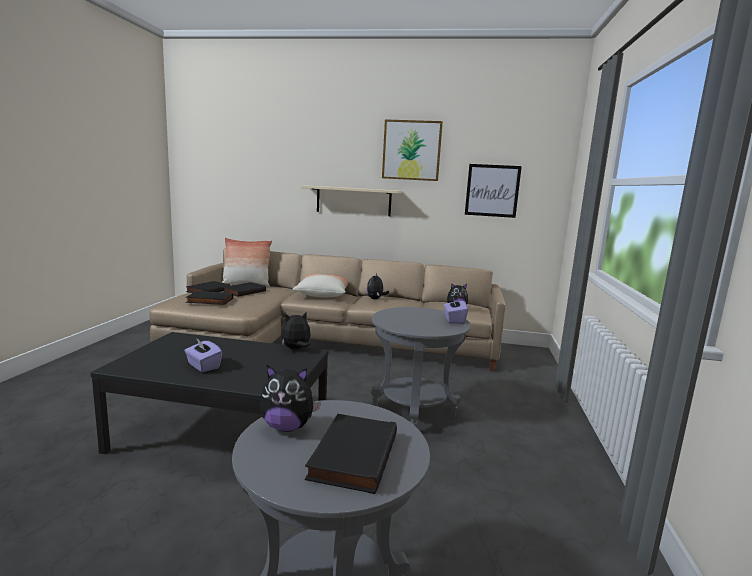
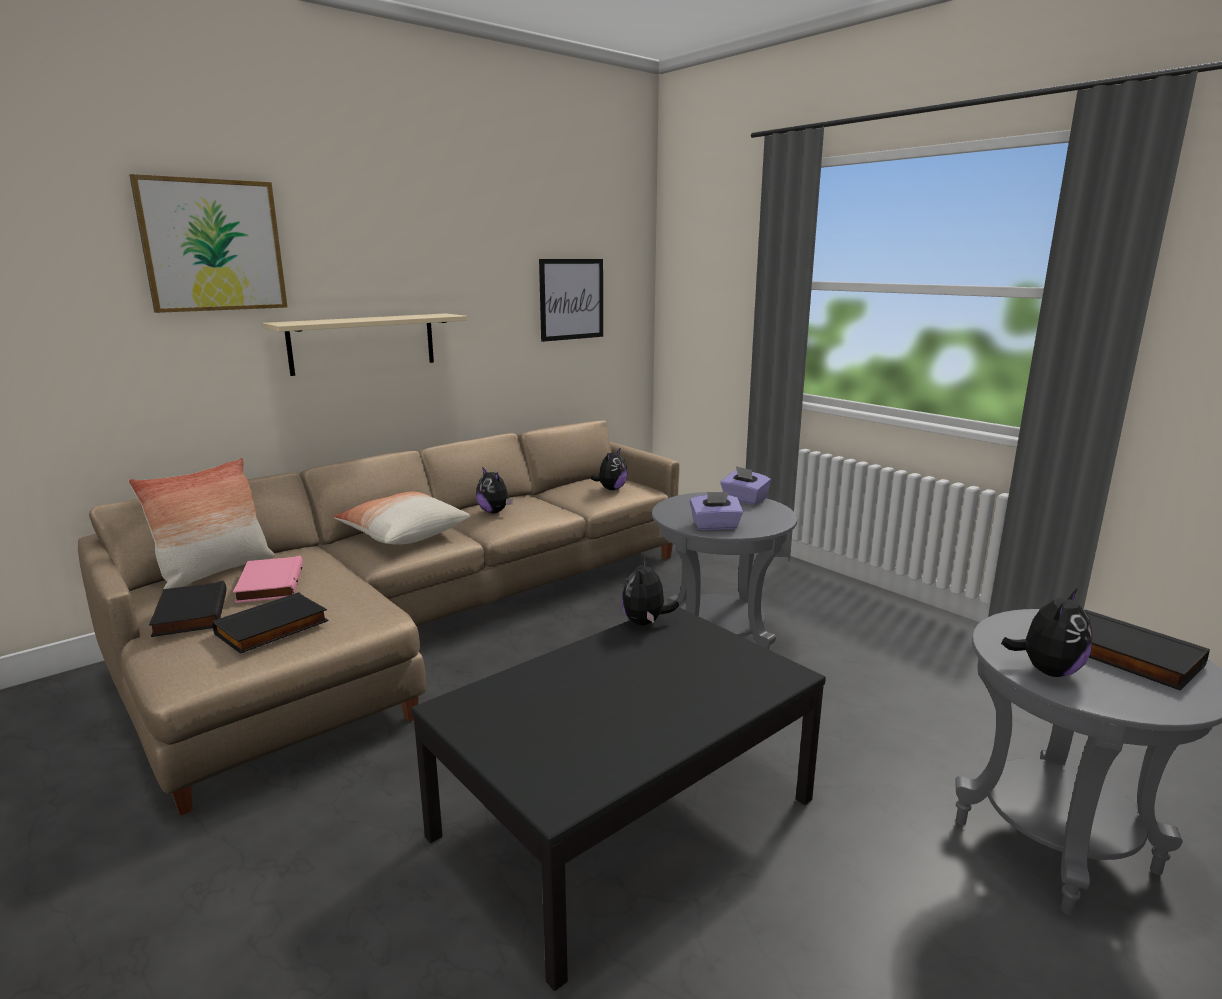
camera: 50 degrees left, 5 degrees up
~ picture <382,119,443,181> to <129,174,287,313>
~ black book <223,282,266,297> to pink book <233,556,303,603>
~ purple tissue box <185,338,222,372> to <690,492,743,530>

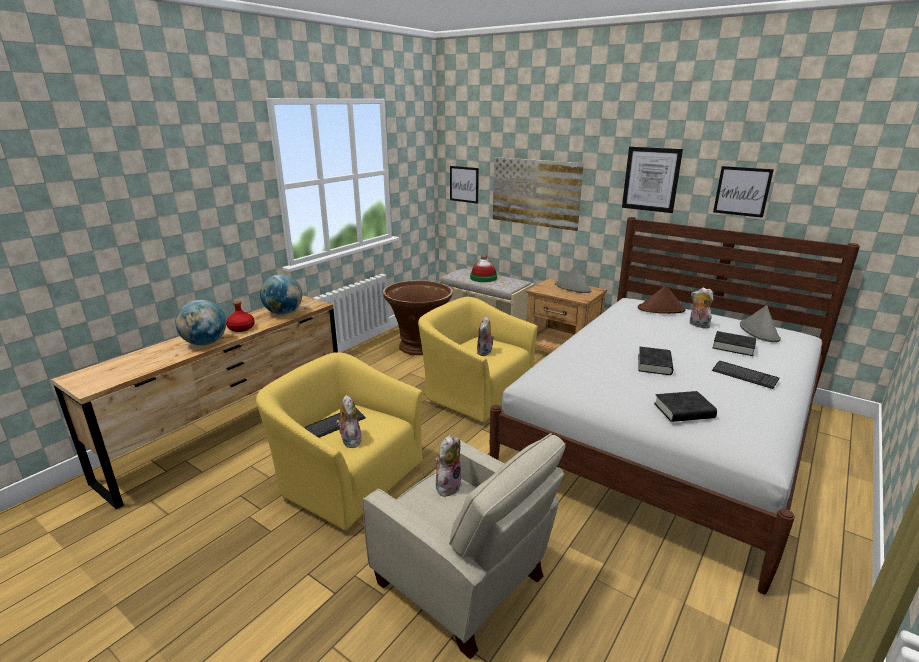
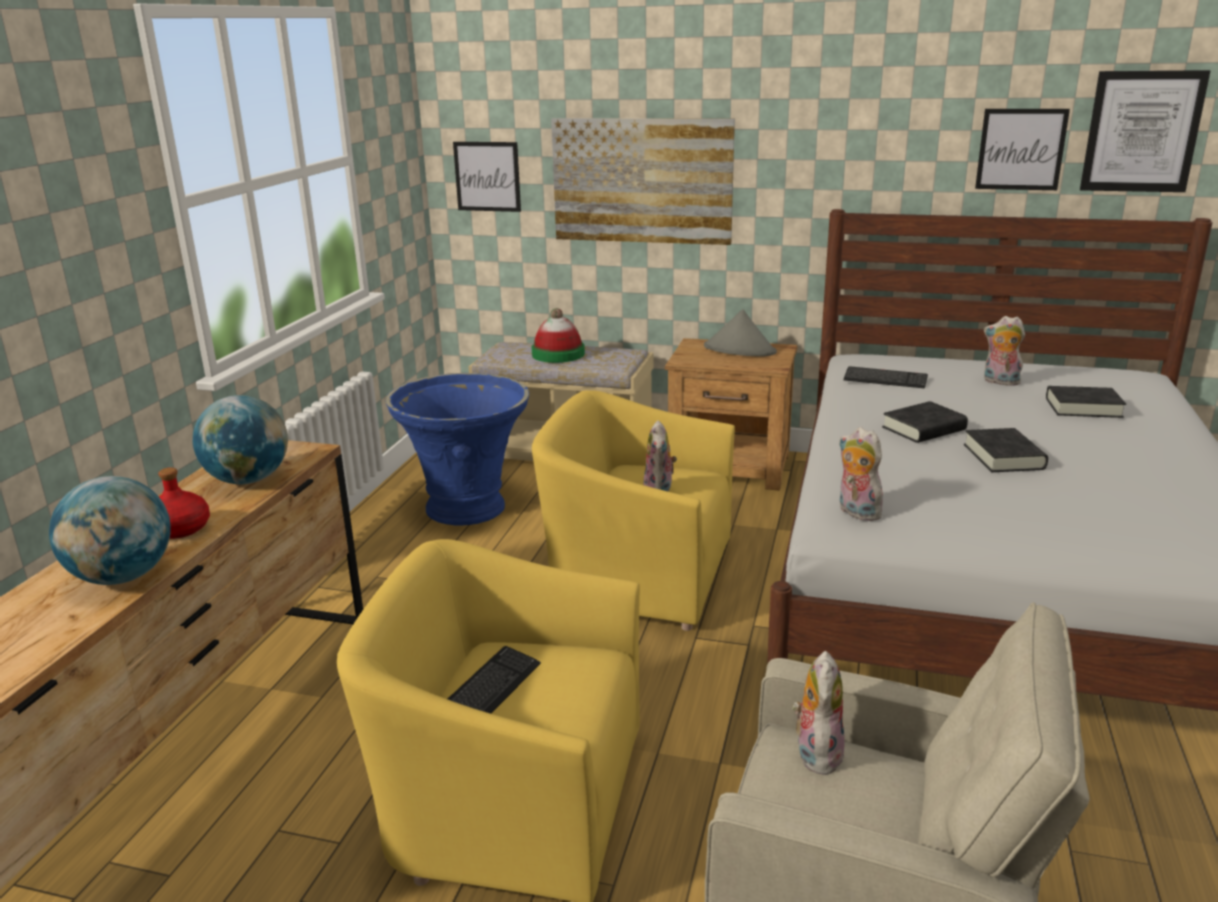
camera: 20 degrees left, 0 degrees up
~ brown planter <383,280,453,355> to blue planter <386,373,529,525>
~ plush toy <336,395,362,448> to <838,427,883,521>
~ keyboard <712,361,779,389> to <844,366,928,389>
~ black book <654,391,717,422> to <882,401,968,443>
~ picture <622,147,683,213> to <1080,70,1211,192>
- brown hat <638,285,686,314>
- grey hat <740,305,781,342>

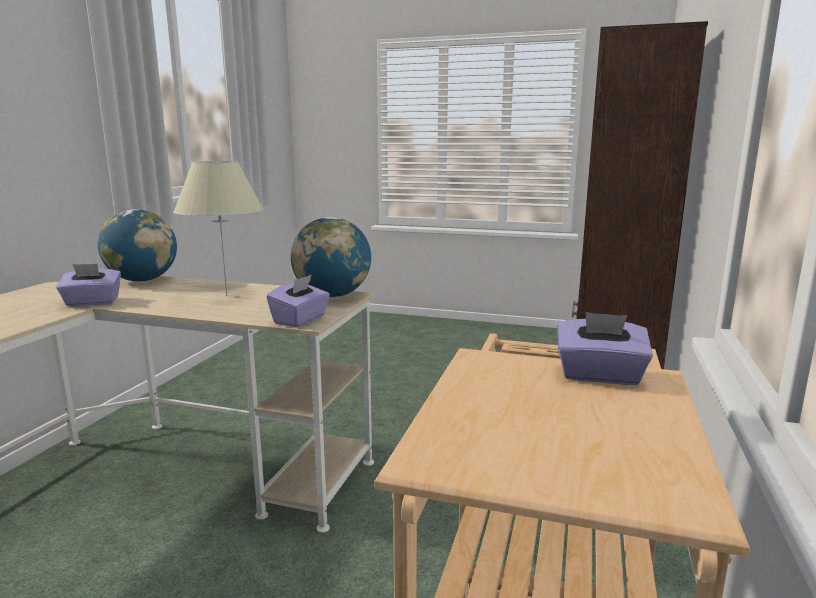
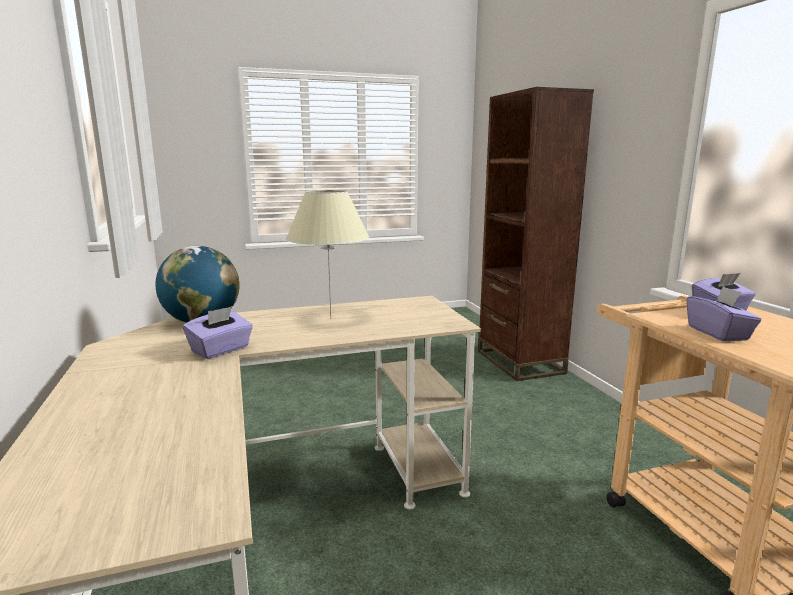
camera: 35 degrees left, 0 degrees up
~ purple tissue box <267,275,330,327> to <687,286,762,342>
- globe <291,217,371,297>

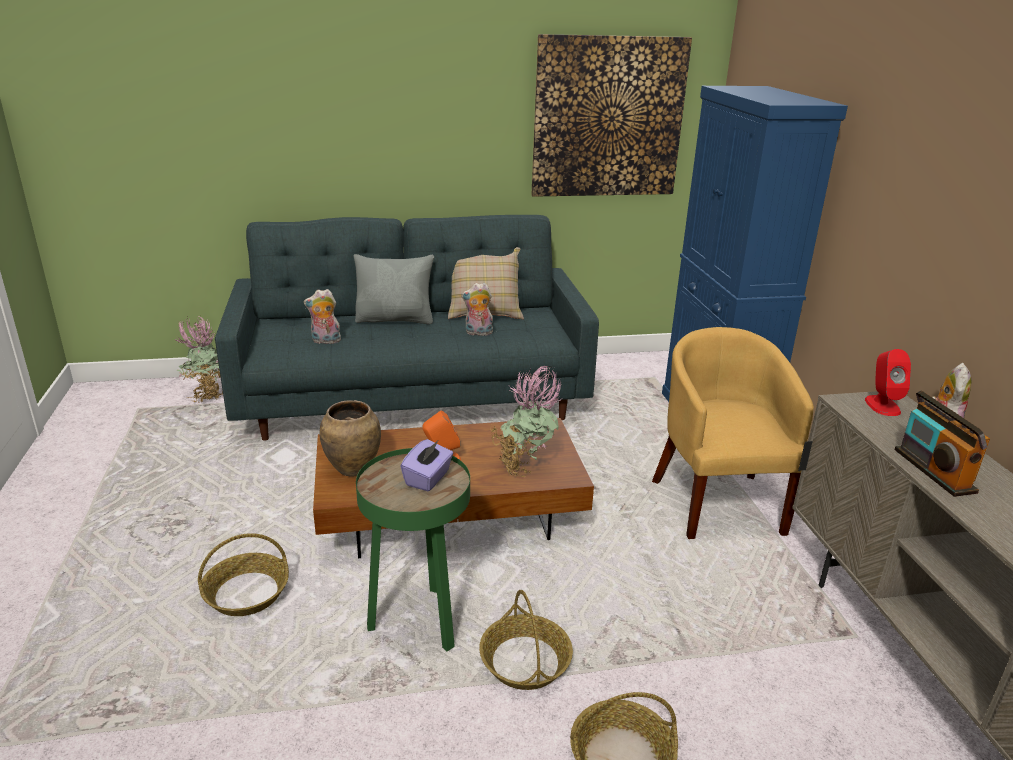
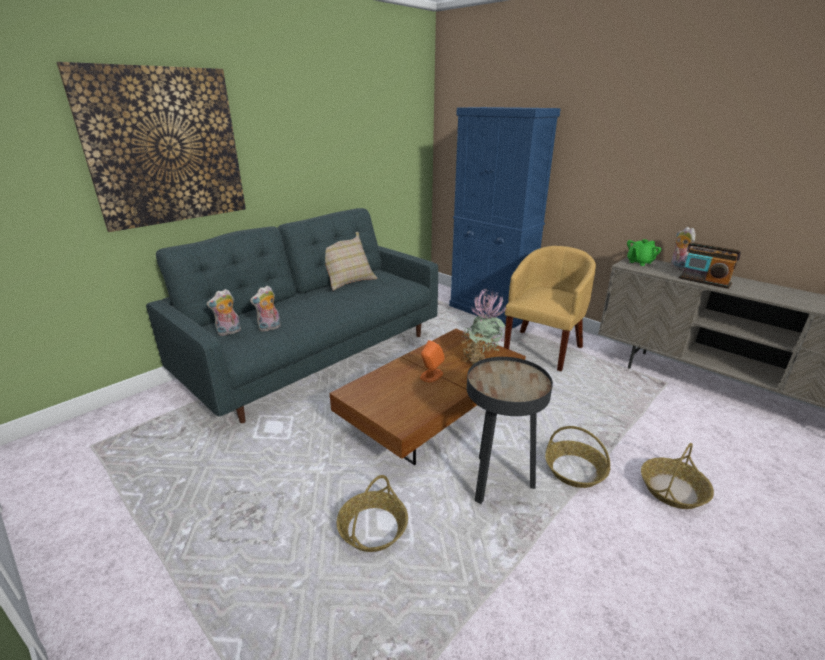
camera: 35 degrees left, 0 degrees up
~ picture <531,34,692,197> to <56,62,246,232>
~ plush toy <461,283,493,336> to <206,289,241,336>
~ green side table <356,448,470,651> to black side table <467,357,553,504>
~ yellow armchair <652,327,814,539> = <504,246,596,371> 75 degrees clockwise
~ red speaker <865,349,911,416> to green teapot <627,239,662,266>
- potted plant <175,317,223,403>
- brown vase <319,400,381,477>
- grey pillow <354,254,434,325>
- purple tissue box <400,439,453,491>

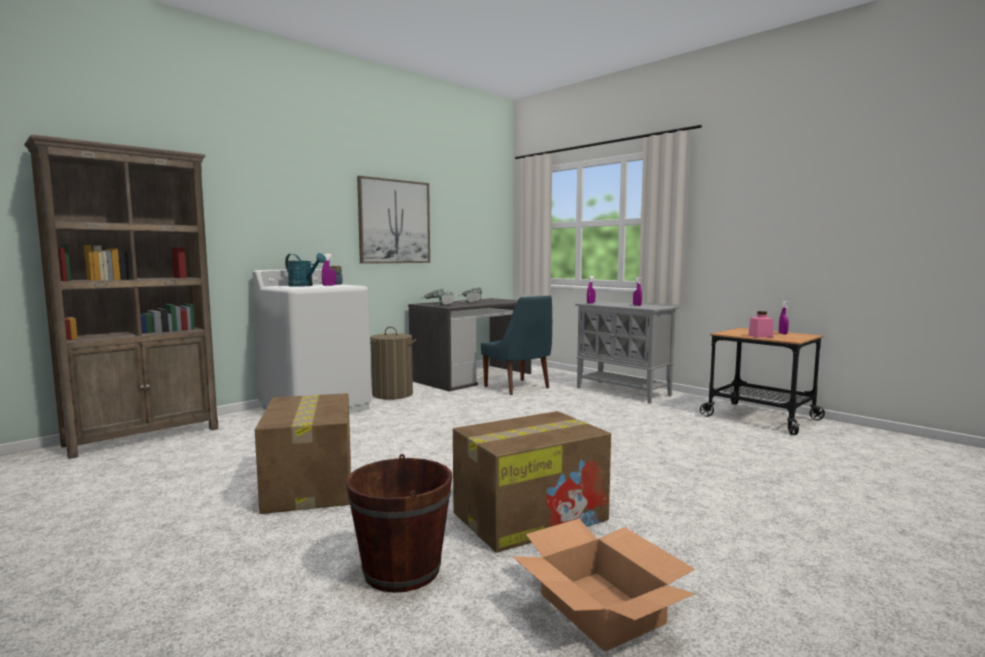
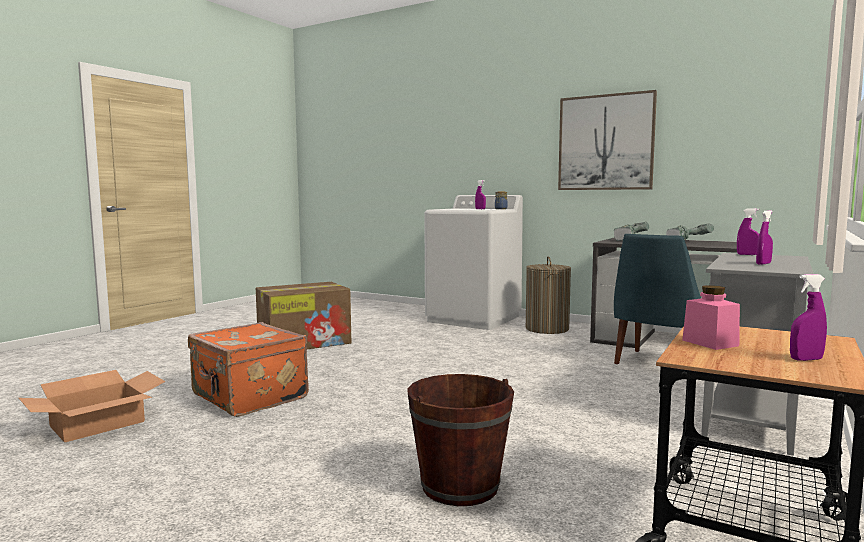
camera: 75 degrees right, 0 degrees up
~ cardboard box <453,411,611,553> to orange suitcase <188,322,309,417>
~ brown bucket <346,454,452,593> to <408,374,514,506>
- brown bookcase <24,134,218,459>
- turquoise watering can <285,253,326,286>

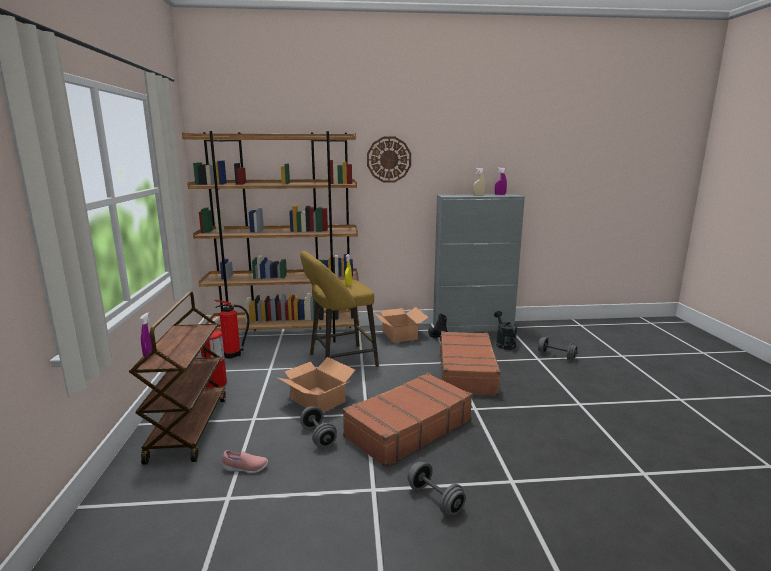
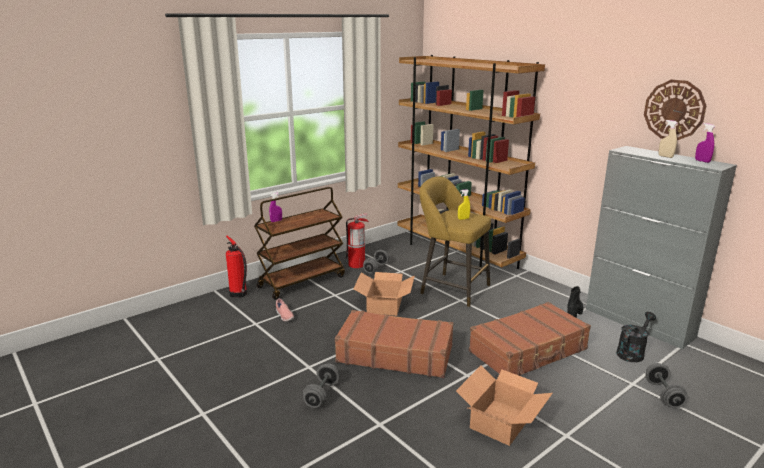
camera: 55 degrees right, 5 degrees up
~ fire extinguisher <215,300,250,359> to <226,236,247,298>
~ grey dumbbell <300,406,337,448> to <363,250,389,274>
~ cardboard box <373,307,429,343> to <456,365,553,446>
~ wall clock <367,137,411,182> to <644,80,706,140>

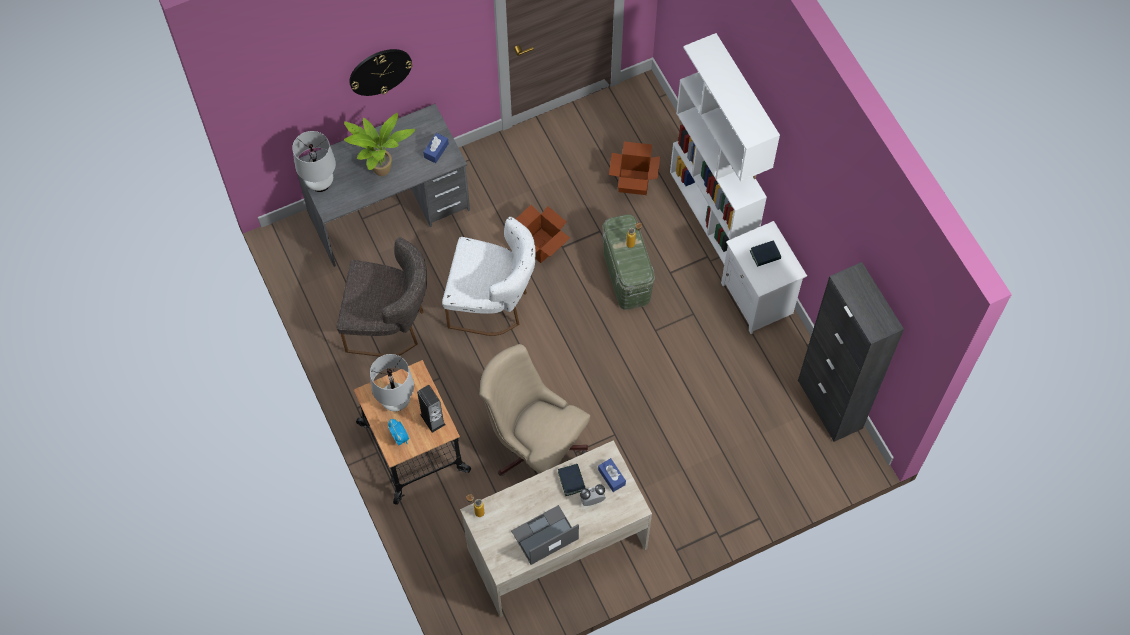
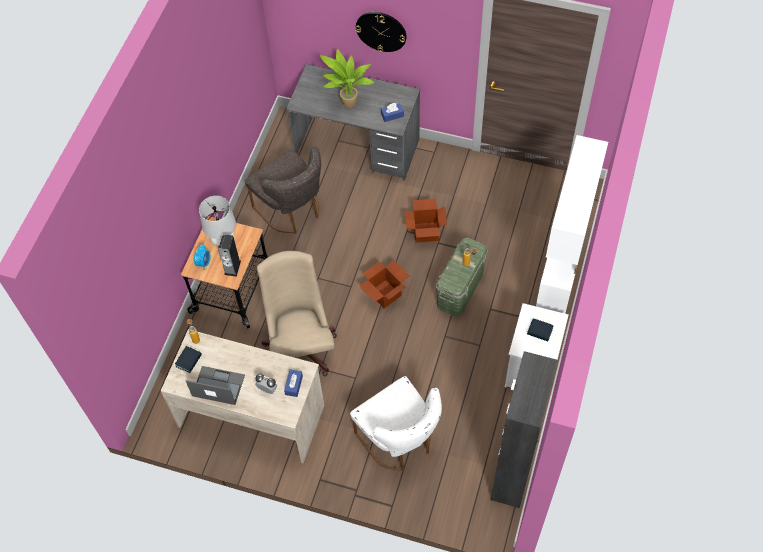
camera: 45 degrees right, 5 degrees down
~ book <558,464,586,496> to <175,346,202,373>
~ white chair <442,217,536,336> to <350,376,442,471>
~ cardboard box <609,141,660,195> to <359,260,410,308>
- white table lamp <292,131,336,192>

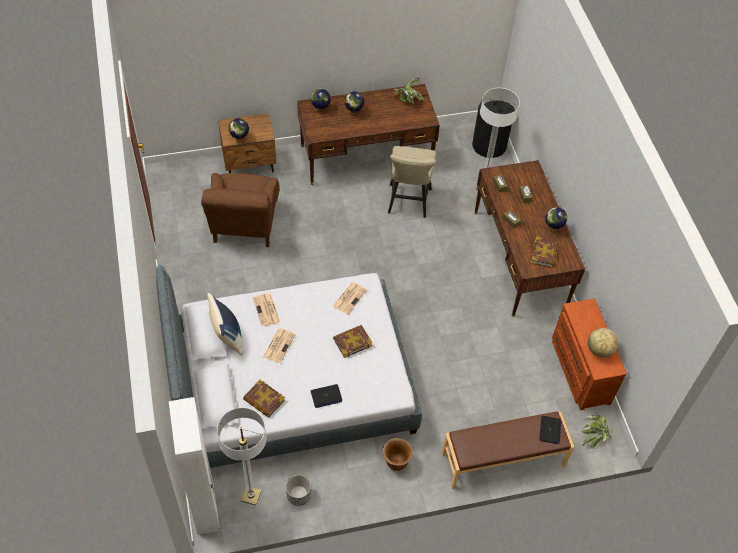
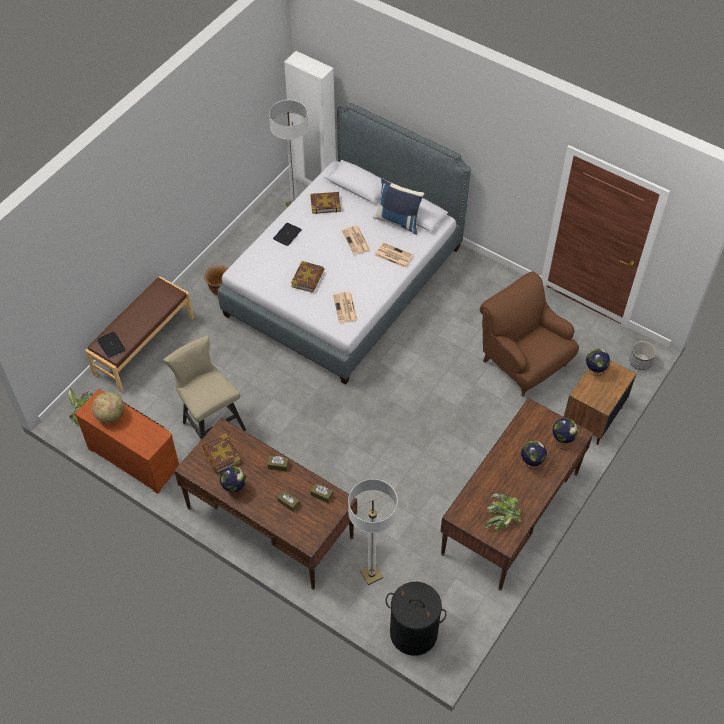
camera: 140 degrees right, 0 degrees up
~ beige stool <388,146,436,218> to <163,335,246,440>
~ planter <285,474,311,506> to <629,341,656,370>

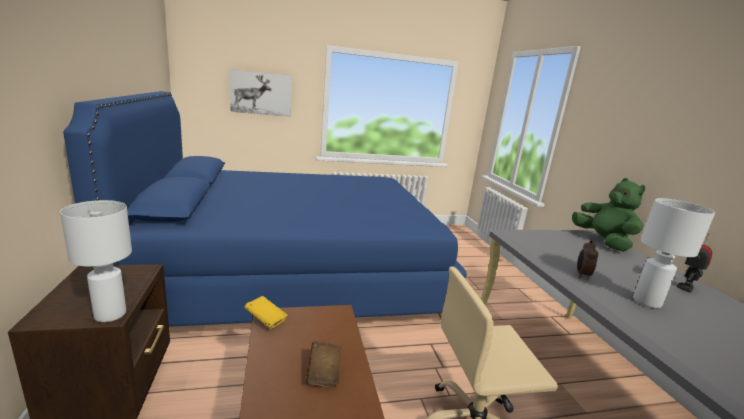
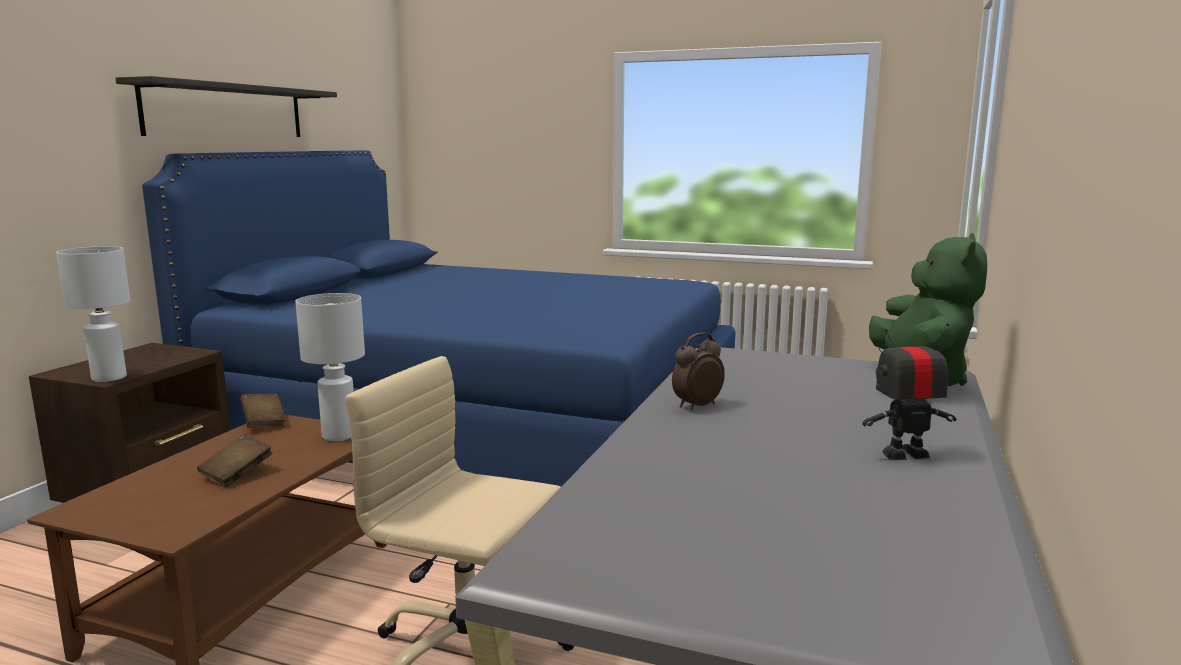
camera: 35 degrees right, 5 degrees down
+ shelf <115,76,337,137>
~ yellow book <244,296,288,329> to brown book <240,394,286,428>
~ white table lamp <633,198,715,308> to <295,293,365,441>
- picture <229,69,292,116>

